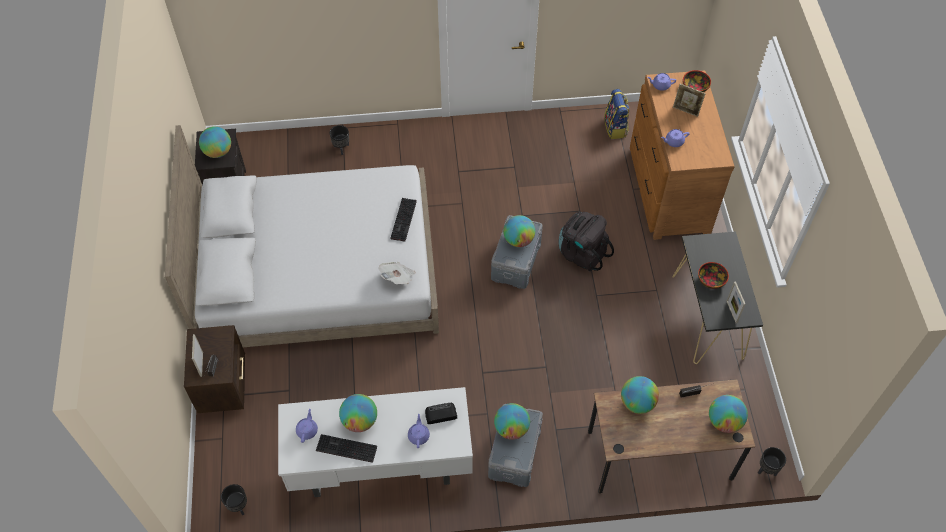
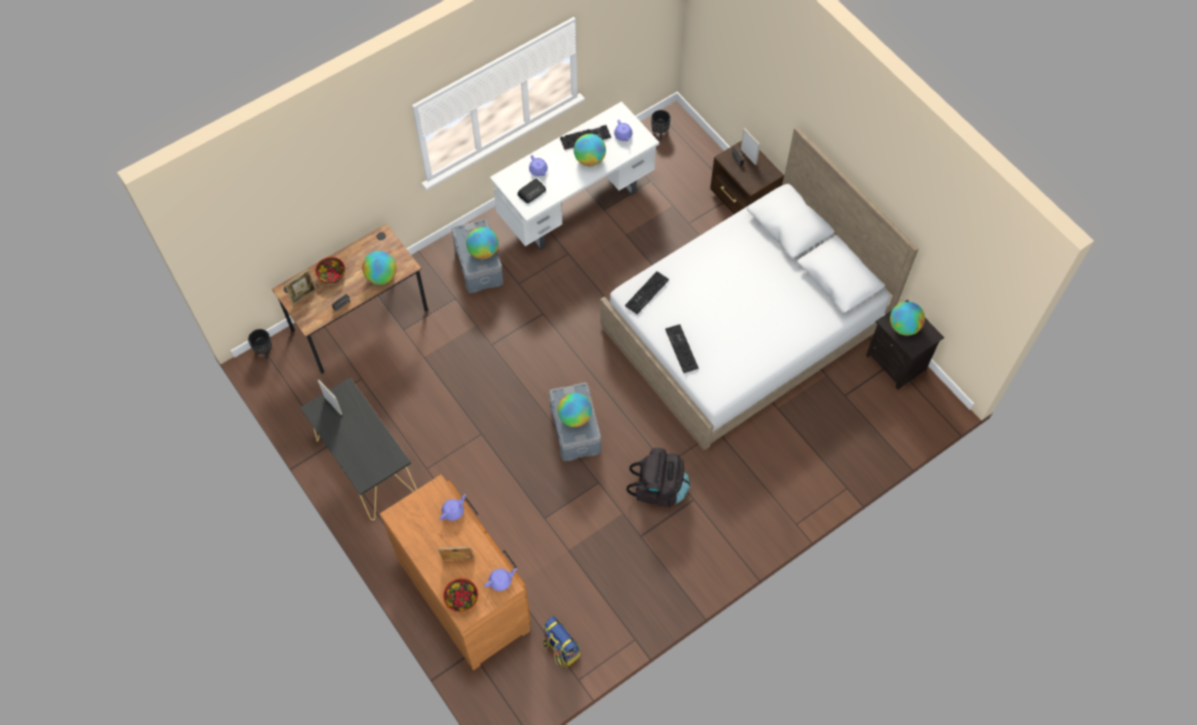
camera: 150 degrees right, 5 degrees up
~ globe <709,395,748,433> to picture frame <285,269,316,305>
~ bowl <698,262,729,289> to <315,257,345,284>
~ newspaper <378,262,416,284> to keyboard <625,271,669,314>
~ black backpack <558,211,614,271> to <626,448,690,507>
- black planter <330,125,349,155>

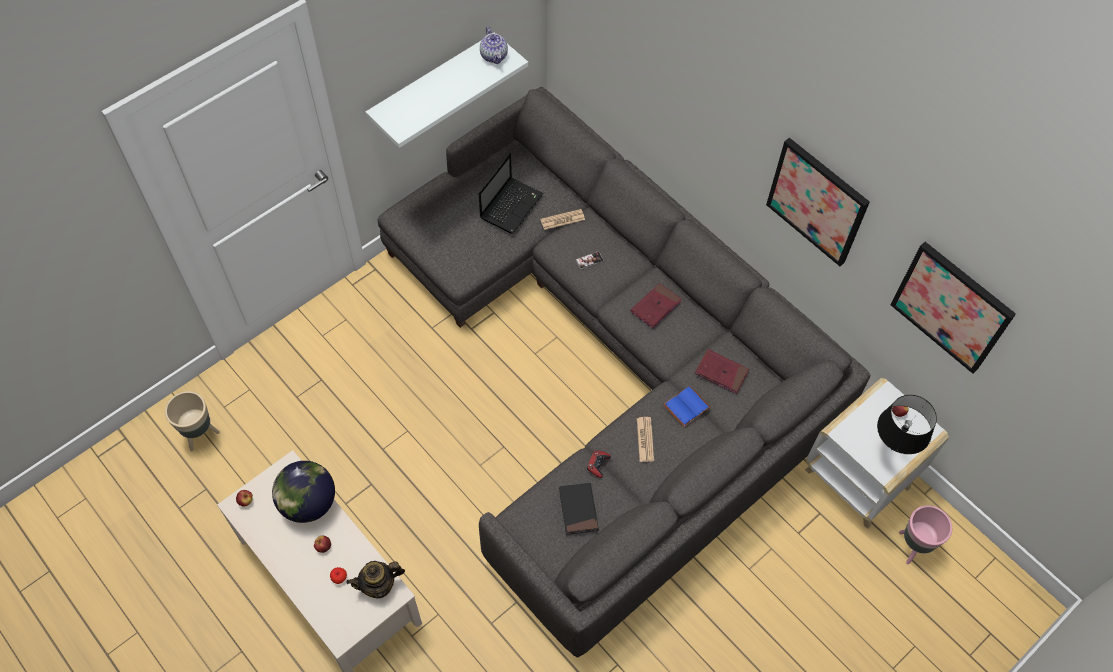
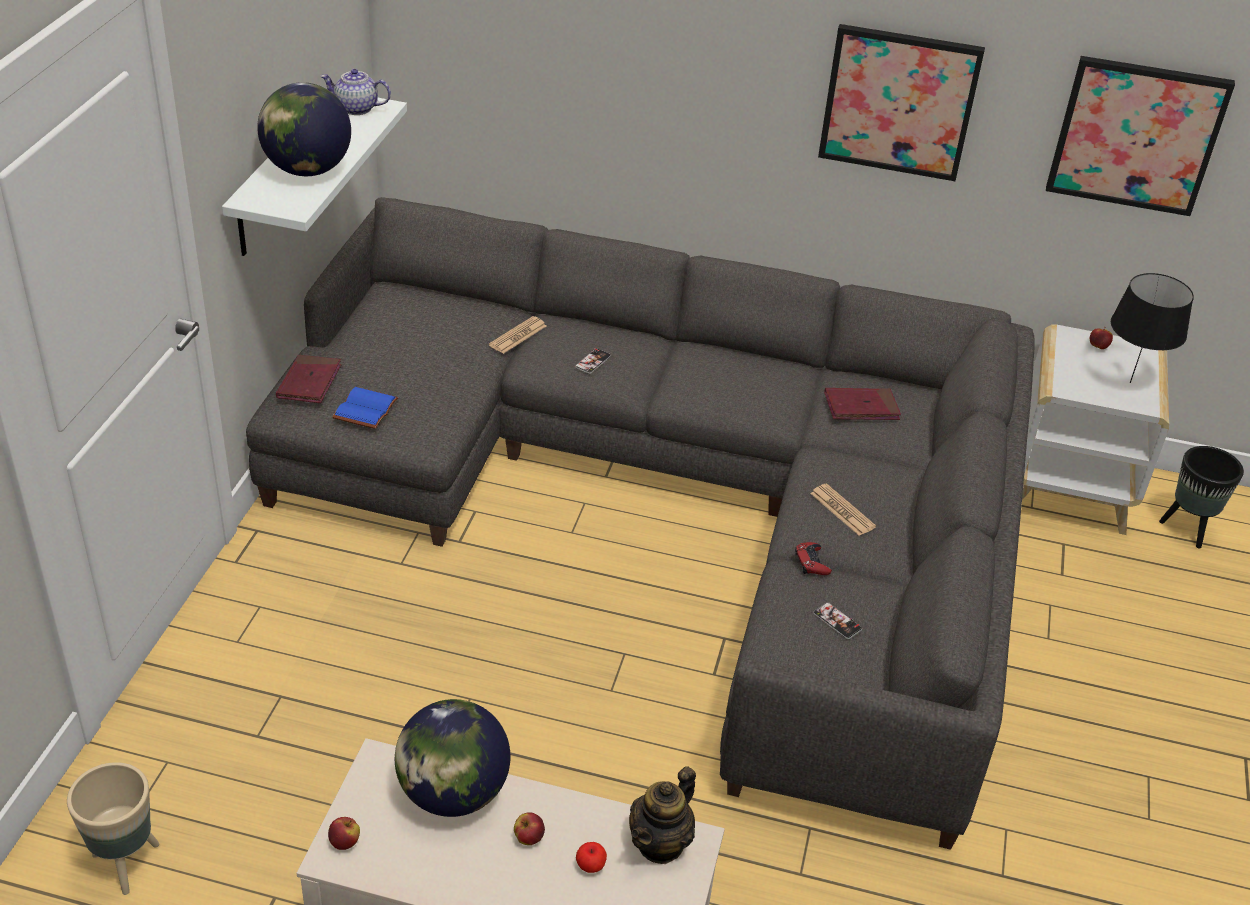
camera: 35 degrees left, 20 degrees down
+ globe <257,82,351,176>
~ red book <631,283,682,328> to <276,355,342,403>
~ teapot <480,27,508,65> = <320,69,391,115> 150 degrees clockwise
~ blue book <663,385,711,427> to <332,387,398,429>
~ black book <559,483,599,535> to phone <813,602,862,639>
~ pink planter <899,505,952,564> to black planter <1159,446,1244,549>
- laptop <478,153,544,234>

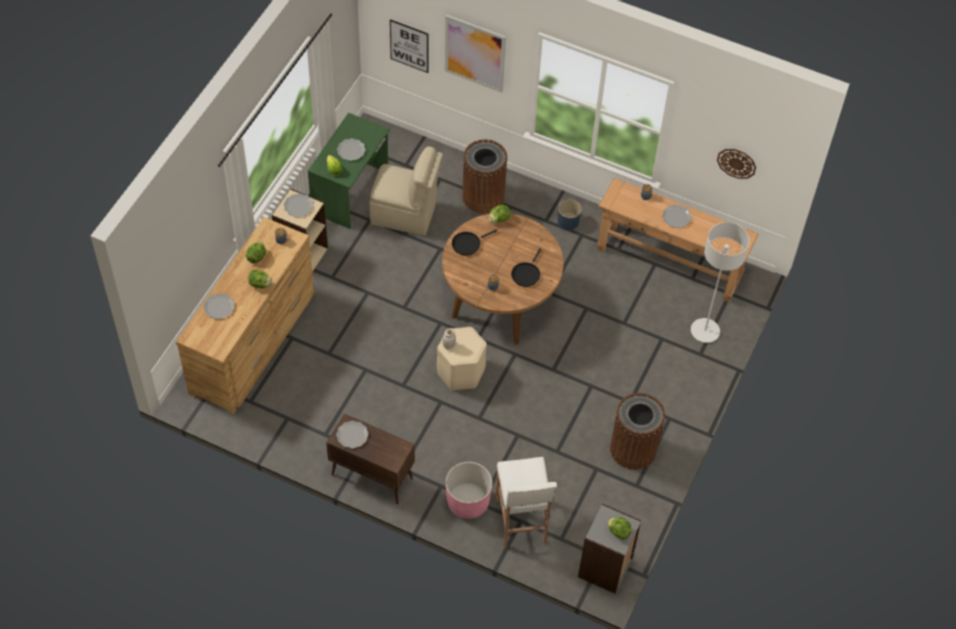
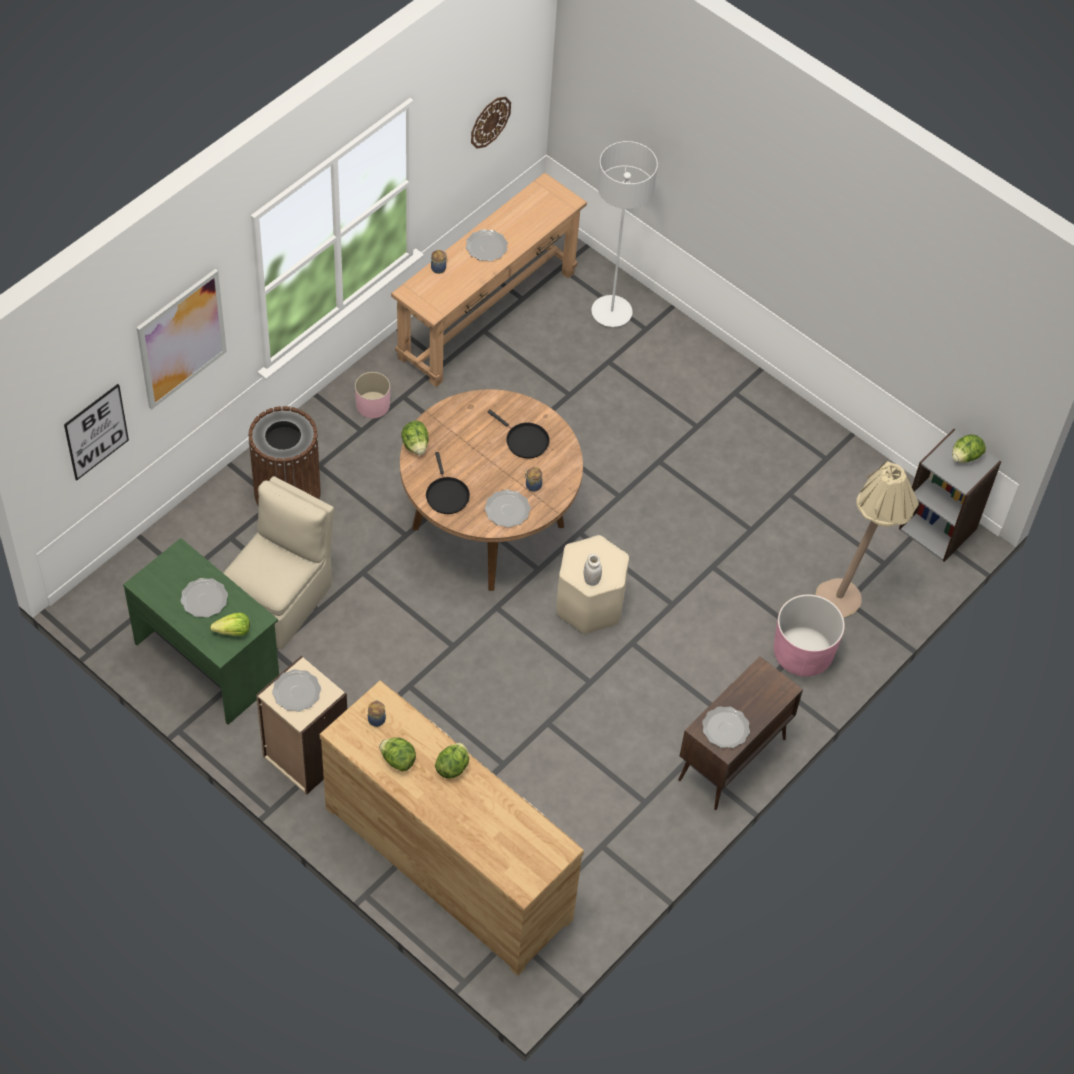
camera: 75 degrees left, 0 degrees up
~ blue planter <557,199,582,230> to pink planter <355,372,390,418>
~ plate <204,293,235,319> to <485,489,531,527>
~ white stool <495,457,557,549> to beige floor lamp <815,461,919,618>
- brown trash can <610,393,665,470>

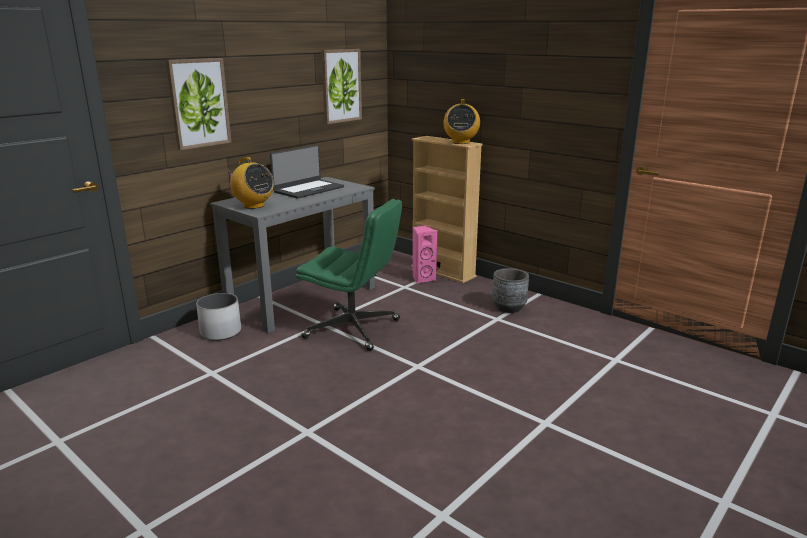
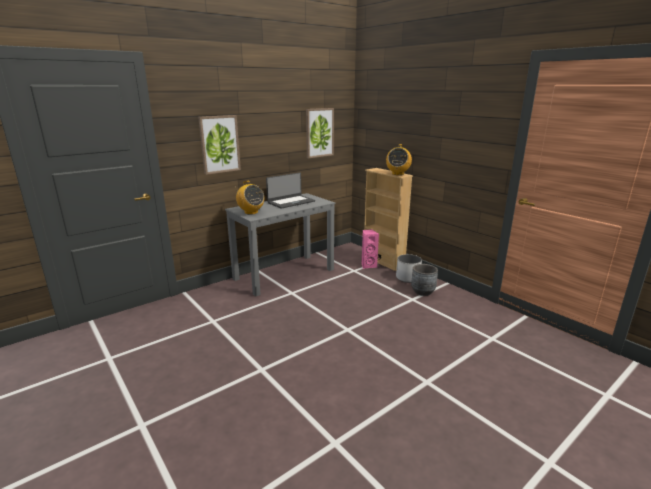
camera: 10 degrees right, 0 degrees up
~ white planter <196,293,241,341> to <396,254,422,283>
- green office chair <296,199,402,351>

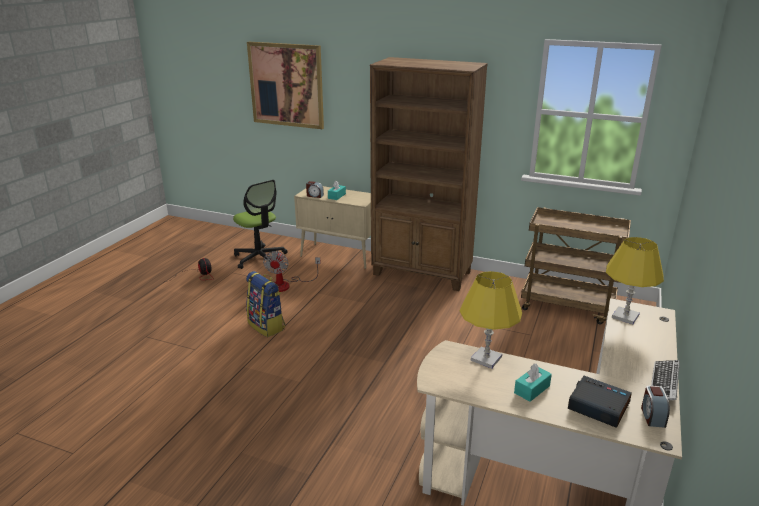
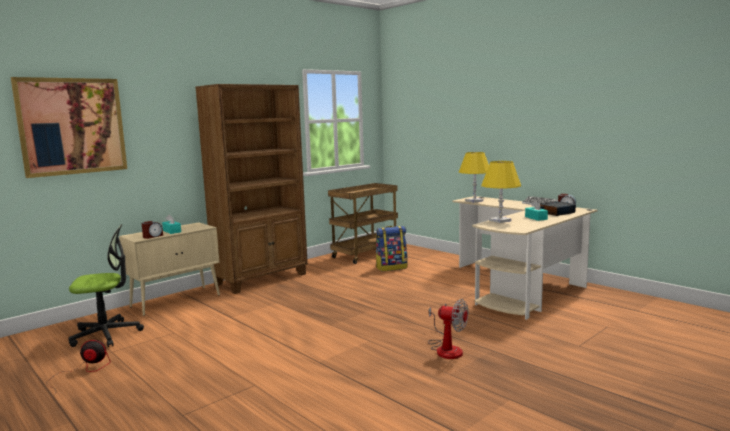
camera: 65 degrees left, 15 degrees down
~ backpack <246,271,285,337> to <376,226,407,271>
~ fan <263,251,321,292> to <428,299,468,359>

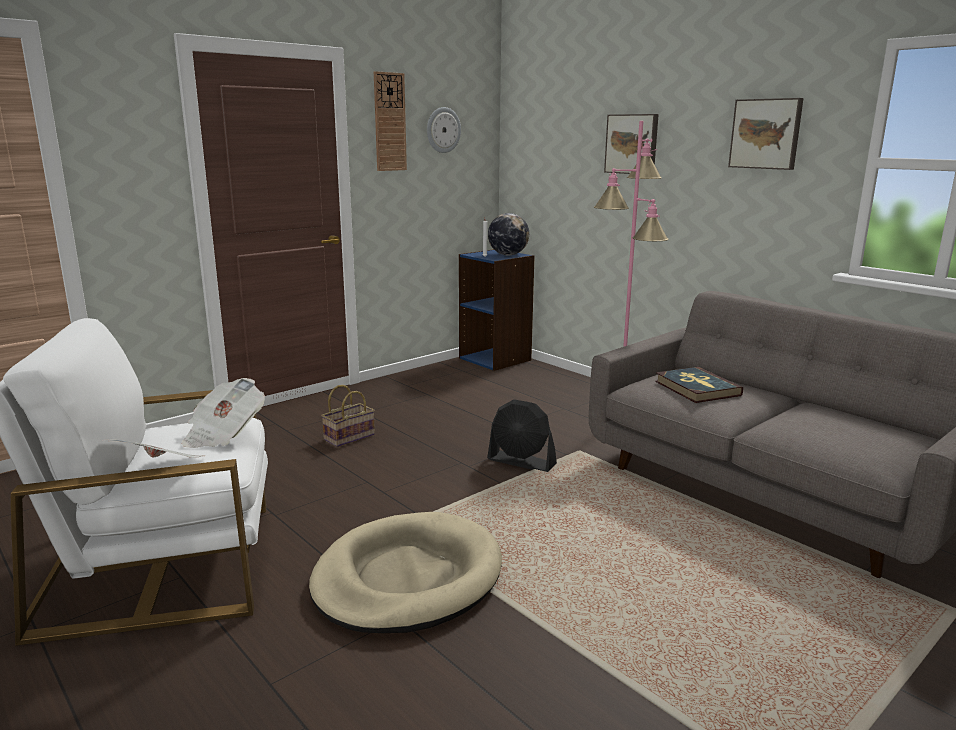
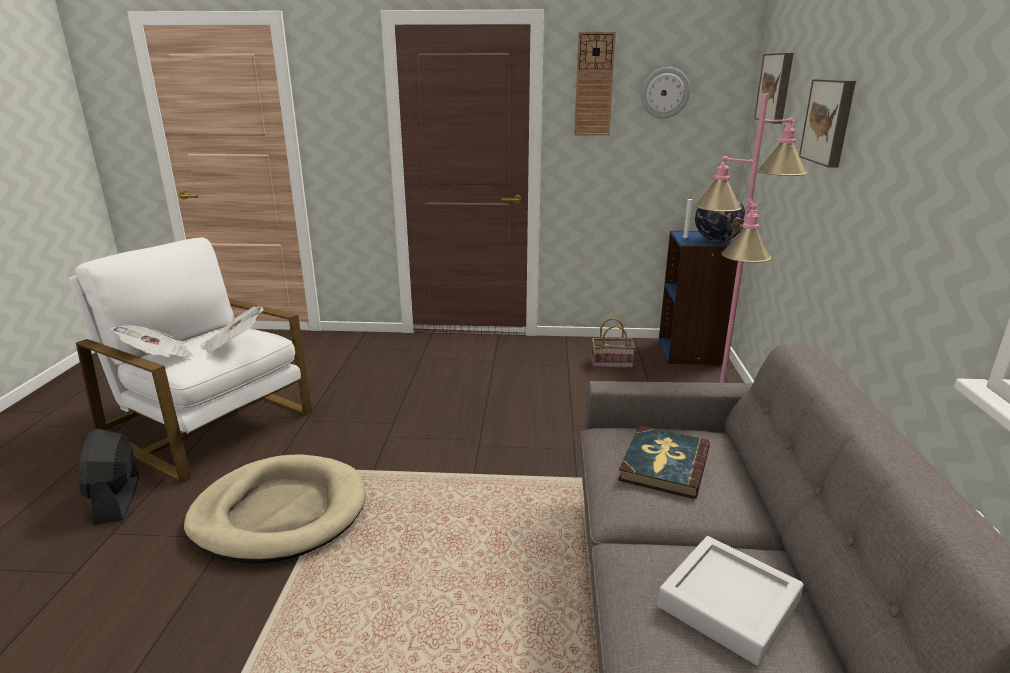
camera: 45 degrees right, 5 degrees up
~ black fan <487,399,557,472> to <79,429,139,525>
~ basket <321,385,375,447> to <592,318,635,368>
+ grey tray <657,536,804,666>
~ picture <728,98,804,170> to <754,53,794,124>

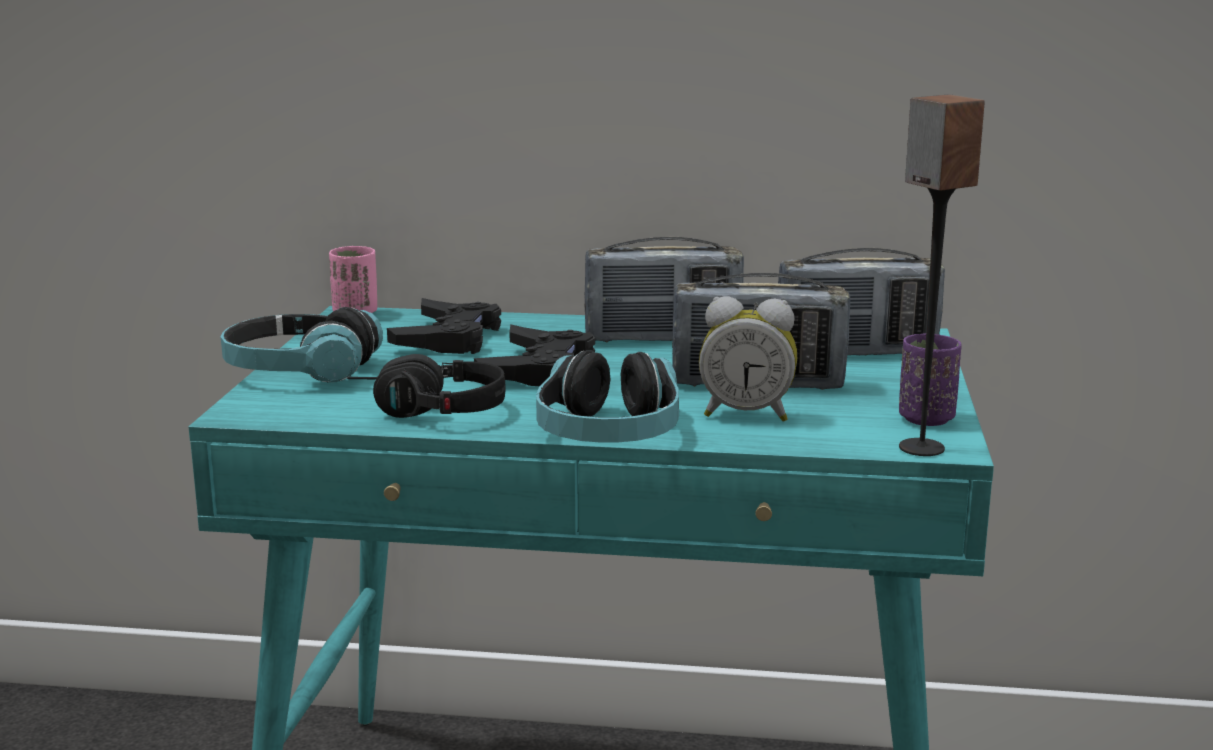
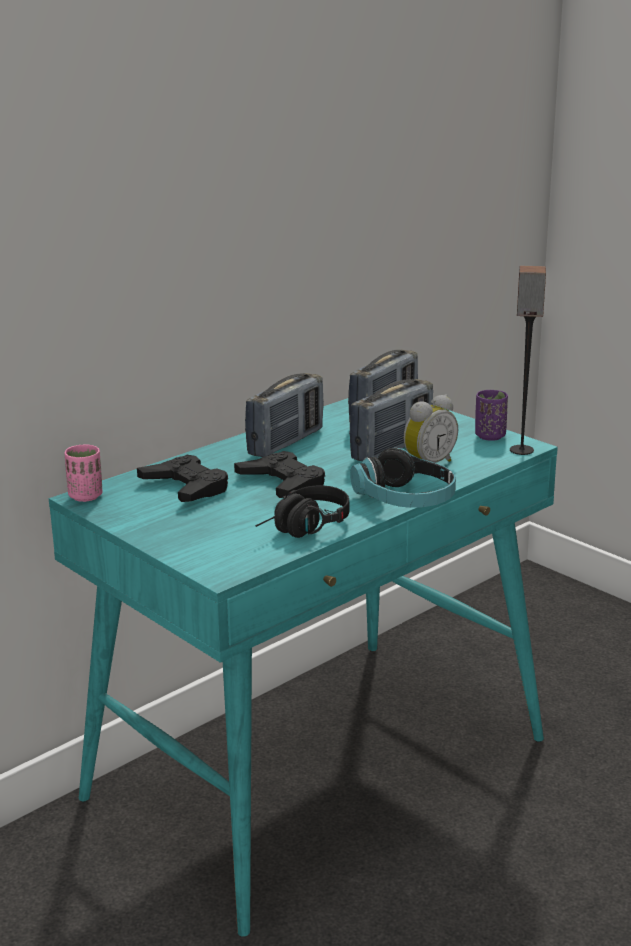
camera: 50 degrees left, 5 degrees up
- headphones <221,307,383,382>

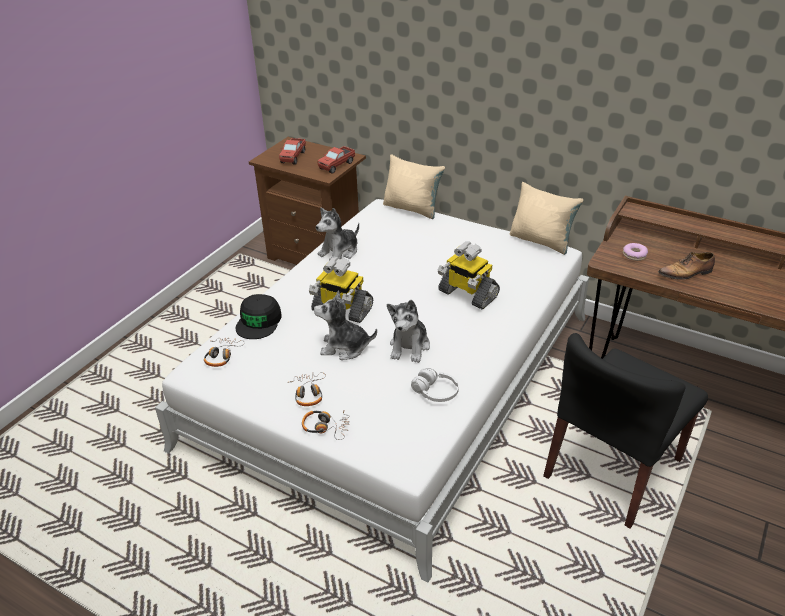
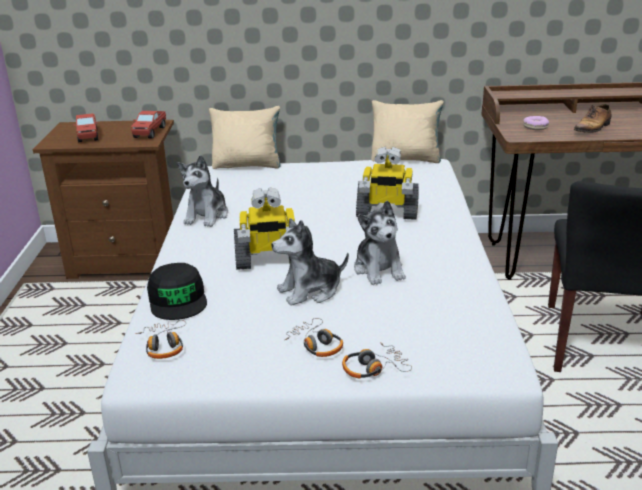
camera: 30 degrees left, 10 degrees down
- white headphones <411,368,459,402>

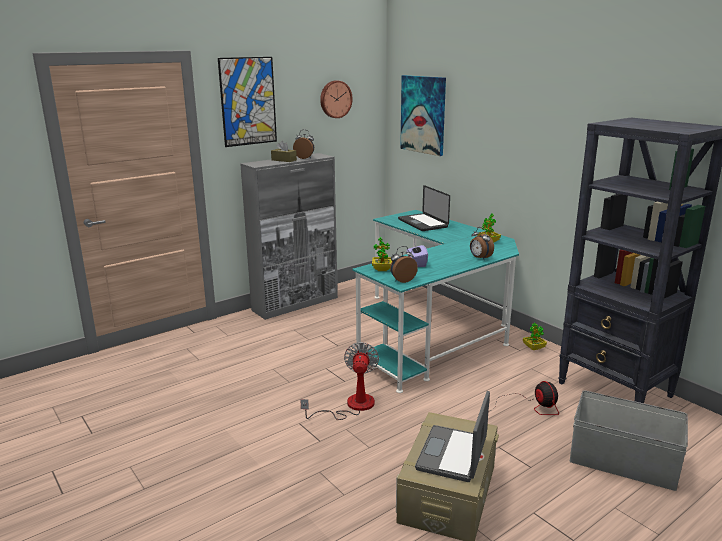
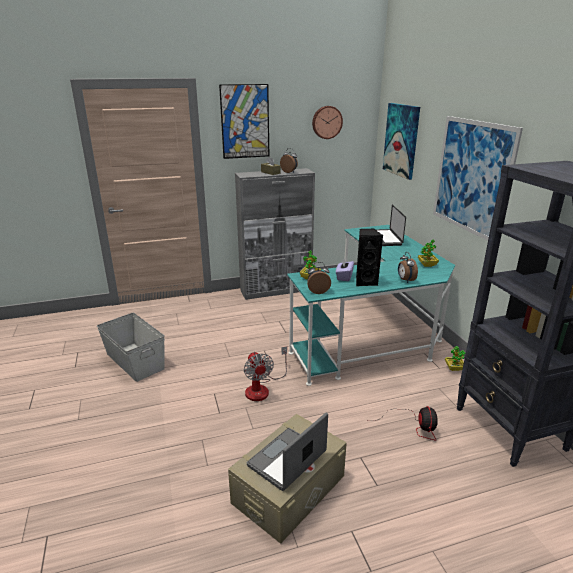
camera: 20 degrees right, 5 degrees up
~ grey storage box <570,390,688,491> to <97,313,165,382>
~ fan <300,342,379,420> = <244,346,287,401> 135 degrees clockwise
+ black speaker <356,229,383,286>
+ picture <433,116,523,241>

